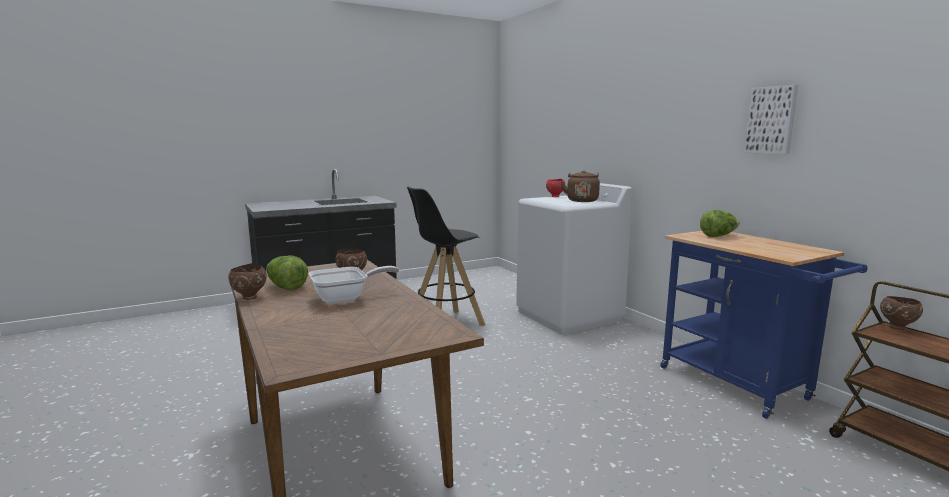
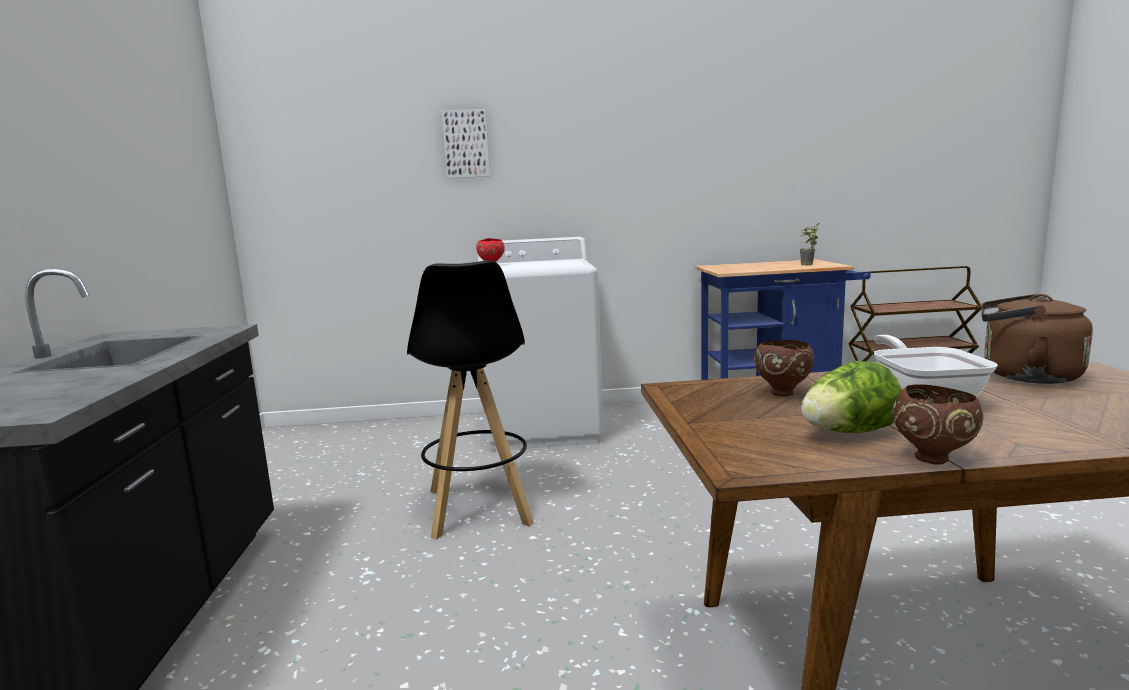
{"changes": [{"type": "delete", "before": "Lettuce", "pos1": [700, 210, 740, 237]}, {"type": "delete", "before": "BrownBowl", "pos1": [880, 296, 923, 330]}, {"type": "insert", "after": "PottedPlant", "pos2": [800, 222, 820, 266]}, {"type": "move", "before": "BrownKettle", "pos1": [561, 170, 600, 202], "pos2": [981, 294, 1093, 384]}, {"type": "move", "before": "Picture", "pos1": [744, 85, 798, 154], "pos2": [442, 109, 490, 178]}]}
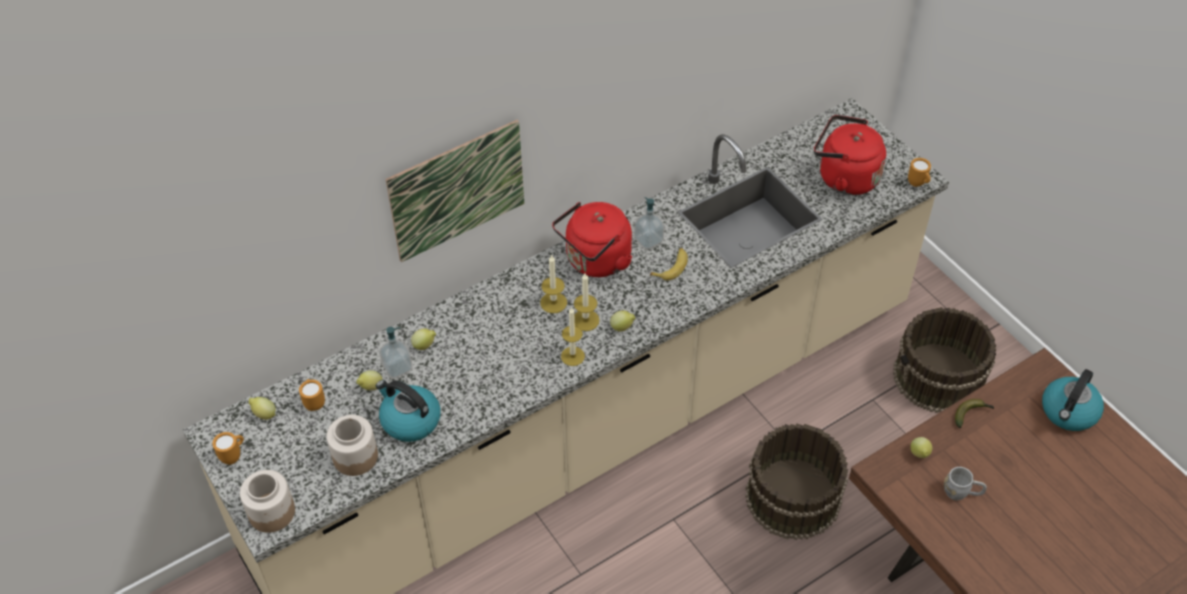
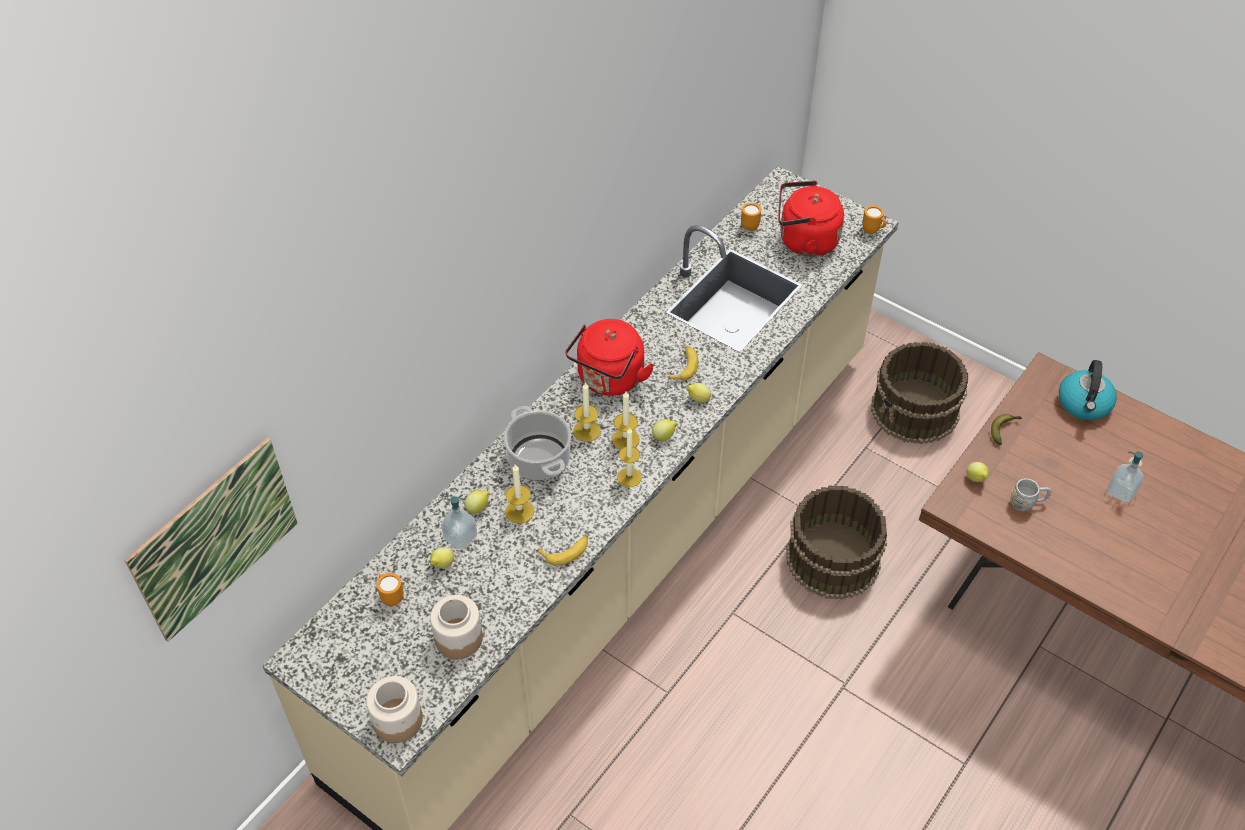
{"changes": [{"type": "delete", "before": "Kettle", "pos1": [376, 380, 441, 442]}, {"type": "insert", "after": "CookingPot", "pos2": [504, 406, 571, 481]}, {"type": "insert", "after": "Candle", "pos2": [505, 464, 534, 524]}, {"type": "insert", "after": "Banana", "pos2": [536, 535, 588, 566]}, {"type": "move", "before": "OrangeMug", "pos1": [212, 432, 244, 465], "pos2": [741, 203, 761, 231]}, {"type": "move", "before": "Lemon", "pos1": [249, 397, 276, 420], "pos2": [686, 383, 711, 403]}, {"type": "move", "before": "Picture", "pos1": [386, 120, 524, 262], "pos2": [124, 438, 298, 642]}, {"type": "move", "before": "SoapDispenser", "pos1": [634, 197, 665, 249], "pos2": [1107, 451, 1144, 503]}]}
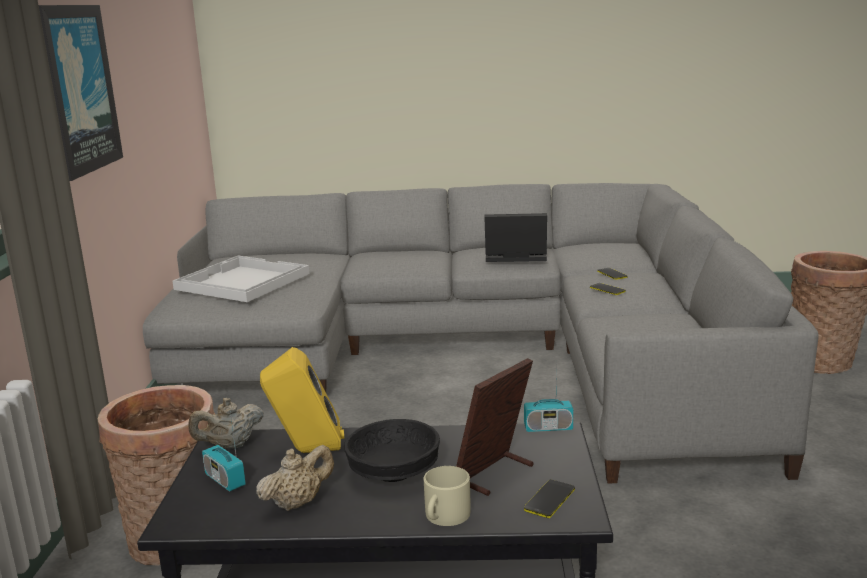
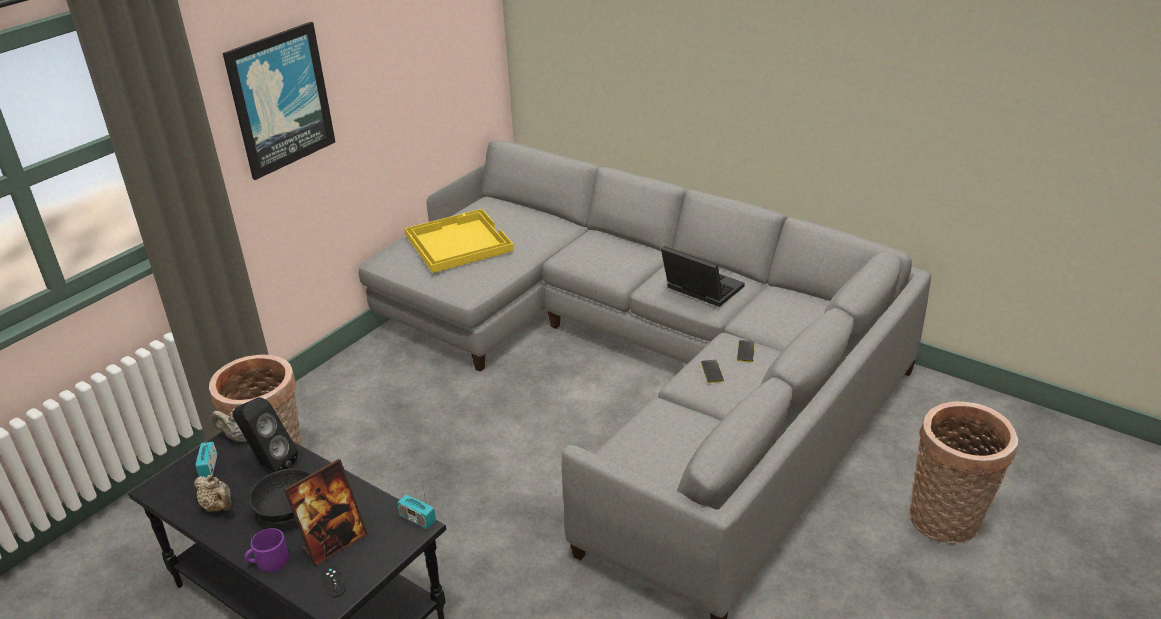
{"changes": [{"type": "replace", "before": "Phone", "after": "BlackGameController", "pos1": [524, 480, 575, 518], "pos2": [322, 566, 345, 598]}, {"type": "recolor", "before": "WhiteTray", "after": "YellowTray", "pos1": [173, 256, 309, 302], "pos2": [404, 209, 514, 273]}, {"type": "recolor", "before": "YellowSpeaker", "after": "BlackSpeaker", "pos1": [260, 347, 344, 453], "pos2": [233, 397, 298, 472]}, {"type": "recolor", "before": "BeigeMug", "after": "PurpleMug", "pos1": [424, 466, 471, 526], "pos2": [245, 528, 289, 572]}, {"type": "rotate", "before": "BeigeTeapot", "pos1": [256, 445, 334, 511], "pos2": [194, 475, 232, 512], "turn": 45}, {"type": "rotate", "before": "PictureFrame", "pos1": [456, 358, 534, 496], "pos2": [284, 459, 368, 567], "turn": 150}]}
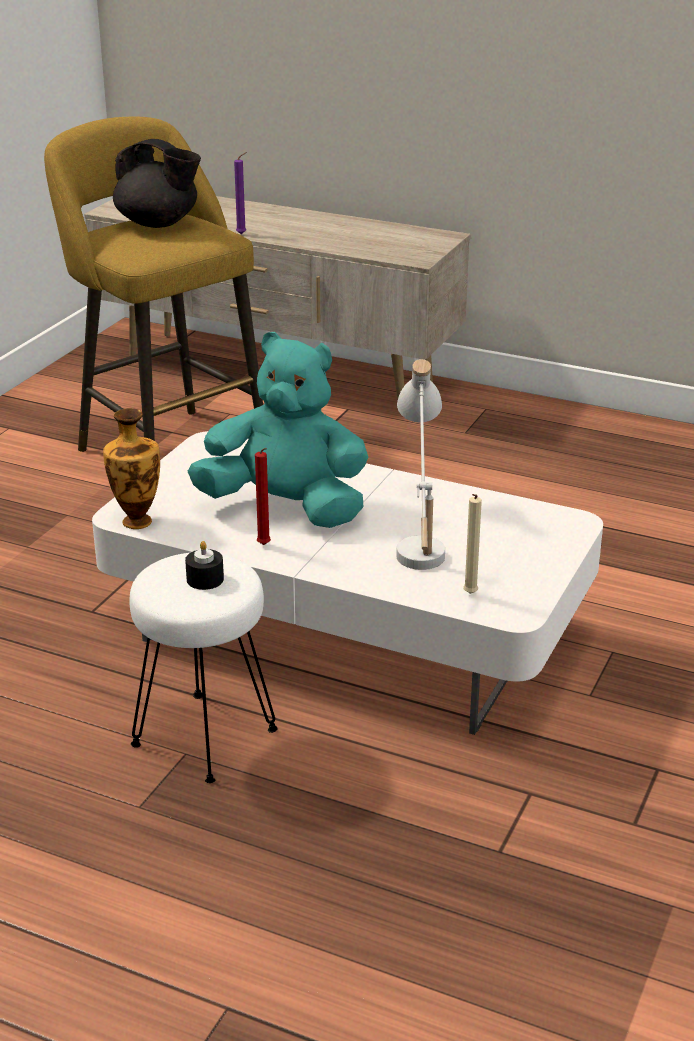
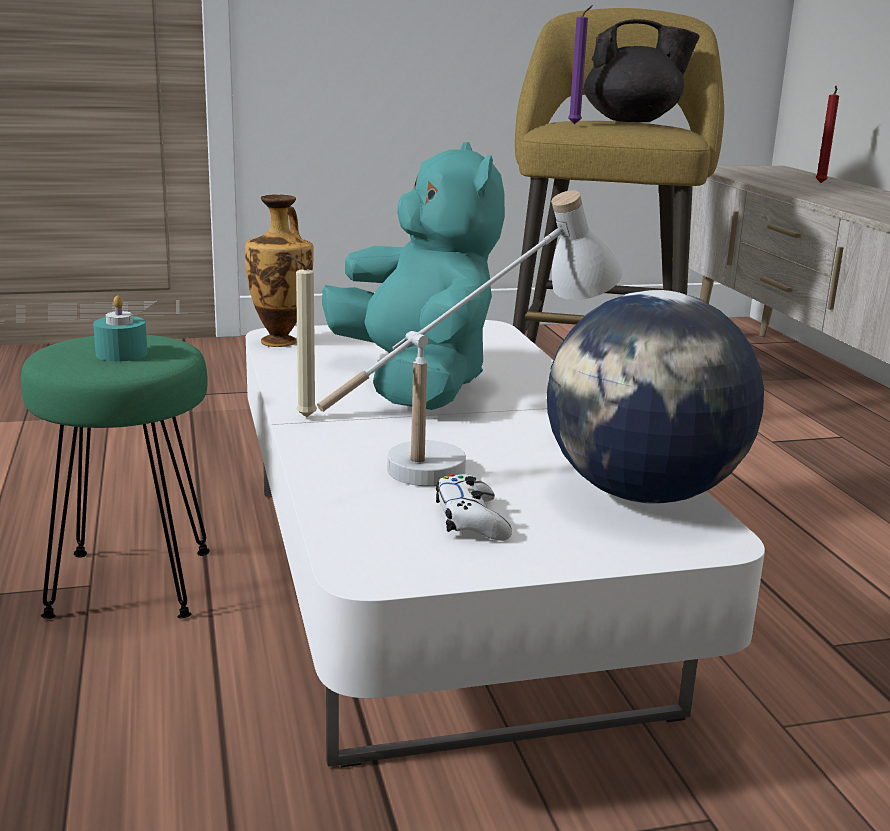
{"changes": [{"type": "insert", "after": "WhiteGameController", "pos2": [436, 474, 512, 541]}, {"type": "insert", "after": "Globe", "pos2": [547, 290, 764, 504]}, {"type": "move", "before": "PurpleCandle", "pos1": [234, 152, 247, 234], "pos2": [568, 5, 593, 124]}, {"type": "move", "before": "RedCandle", "pos1": [255, 448, 271, 545], "pos2": [815, 86, 839, 183]}, {"type": "move", "before": "BeigeCandle", "pos1": [463, 494, 482, 594], "pos2": [287, 255, 317, 417]}, {"type": "recolor", "before": "WhiteStool", "after": "GreenStool", "pos1": [130, 553, 278, 783], "pos2": [21, 335, 210, 619]}, {"type": "recolor", "before": "BlackCandle", "after": "TurquoiseCandle", "pos1": [185, 541, 224, 590], "pos2": [93, 295, 148, 361]}, {"type": "rotate", "before": "BlackTeapot", "pos1": [113, 139, 201, 228], "pos2": [584, 19, 700, 122], "turn": -75}]}
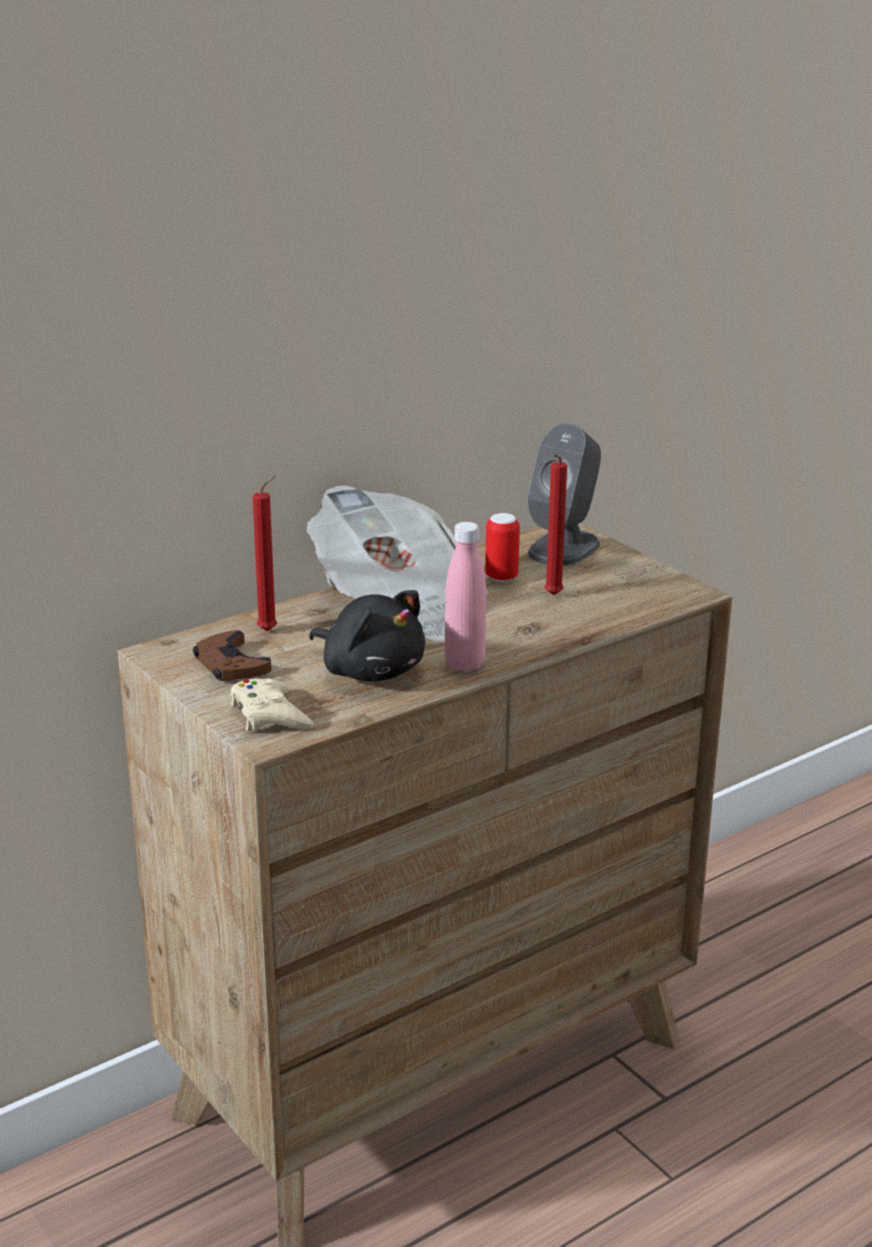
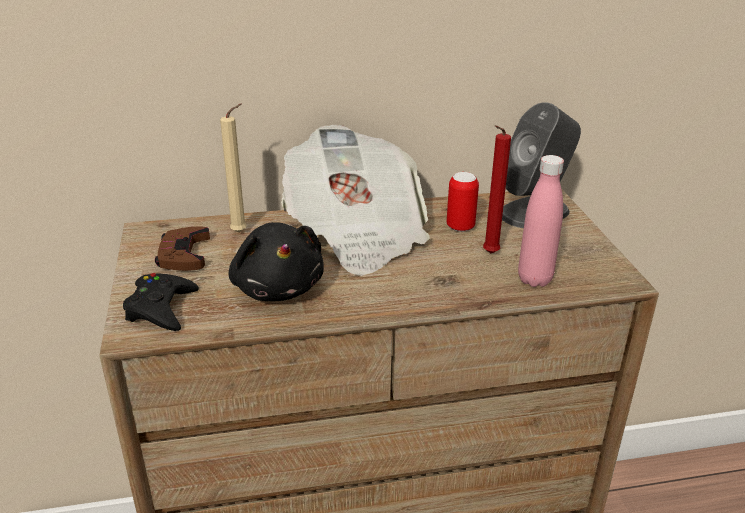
{"changes": [{"type": "move", "before": "PinkBottle", "pos1": [445, 522, 486, 672], "pos2": [518, 155, 564, 287]}, {"type": "recolor", "before": "BeigeGameController", "after": "BlackGameController", "pos1": [231, 678, 314, 732], "pos2": [123, 273, 199, 331]}, {"type": "recolor", "before": "RedCandle", "after": "BeigeCandle", "pos1": [253, 475, 277, 631], "pos2": [220, 103, 247, 233]}]}
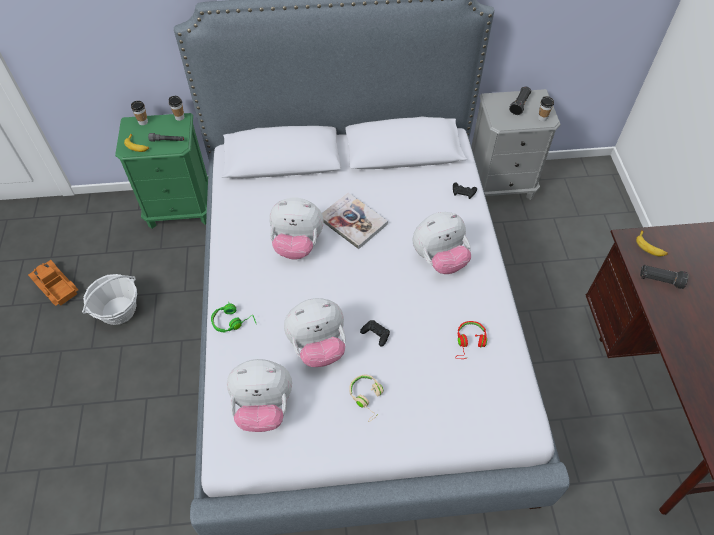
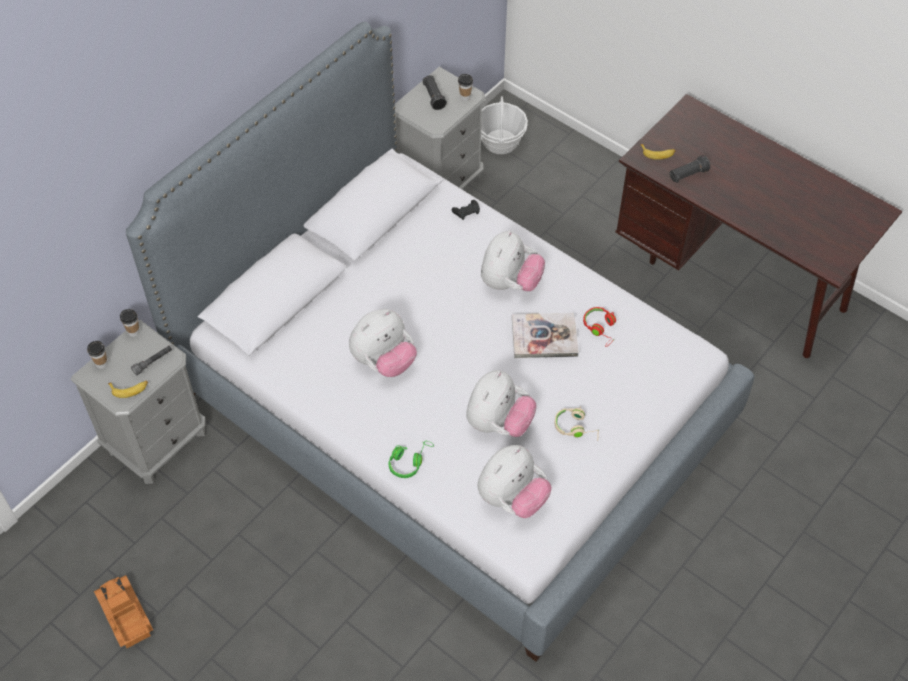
{"changes": [{"type": "delete", "before": "BlackGameController", "pos1": [360, 320, 390, 347]}, {"type": "move", "before": "Basket", "pos1": [82, 274, 137, 325], "pos2": [481, 96, 528, 154]}, {"type": "move", "before": "Book", "pos1": [322, 193, 388, 249], "pos2": [512, 313, 579, 358]}, {"type": "recolor", "before": "GreenNightstand", "after": "GreyNightstand", "pos1": [115, 113, 208, 229], "pos2": [71, 320, 206, 484]}, {"type": "rotate", "before": "ToyTruck", "pos1": [28, 260, 78, 306], "pos2": [94, 575, 153, 648], "turn": 60}]}
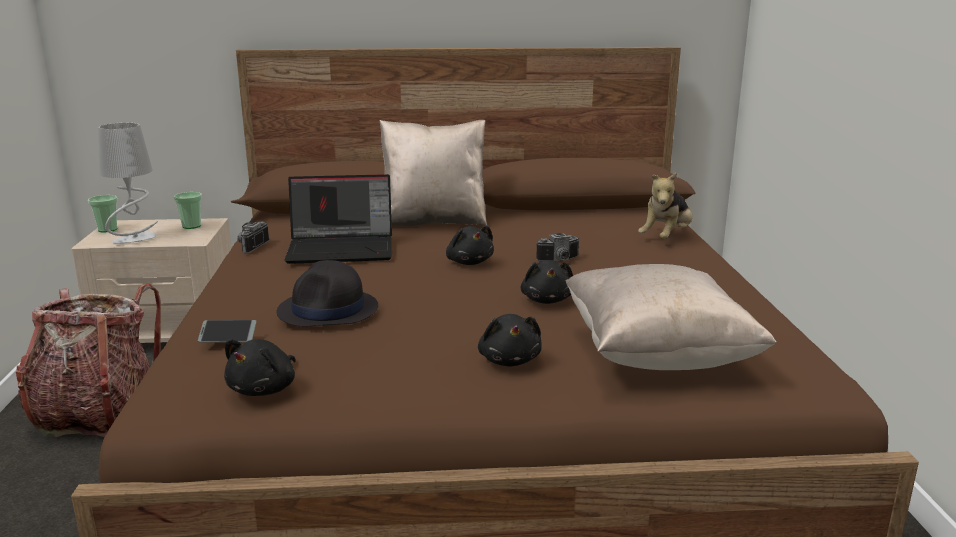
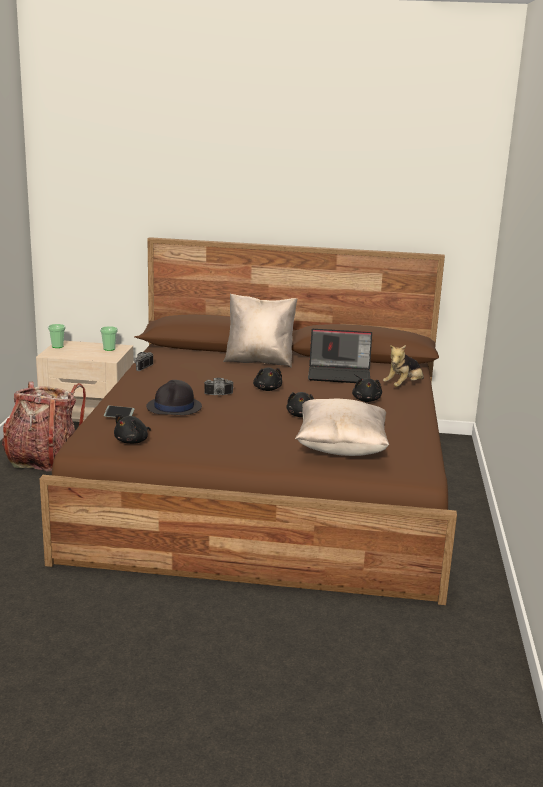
{"changes": [{"type": "delete", "before": "GreyTableLamp", "pos1": [98, 122, 158, 244]}, {"type": "move", "before": "Laptop", "pos1": [284, 174, 392, 264], "pos2": [308, 329, 372, 383]}, {"type": "move", "before": "BlackPlushToy", "pos1": [478, 314, 542, 366], "pos2": [352, 378, 382, 402]}, {"type": "move", "before": "PhotoCamera", "pos1": [536, 233, 579, 261], "pos2": [204, 378, 233, 396]}]}
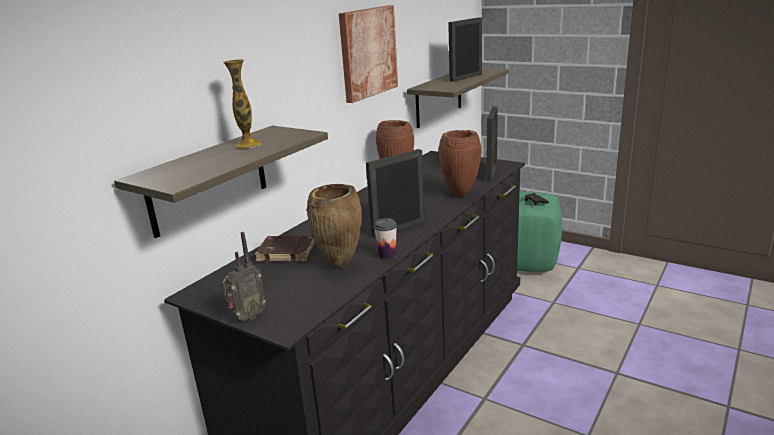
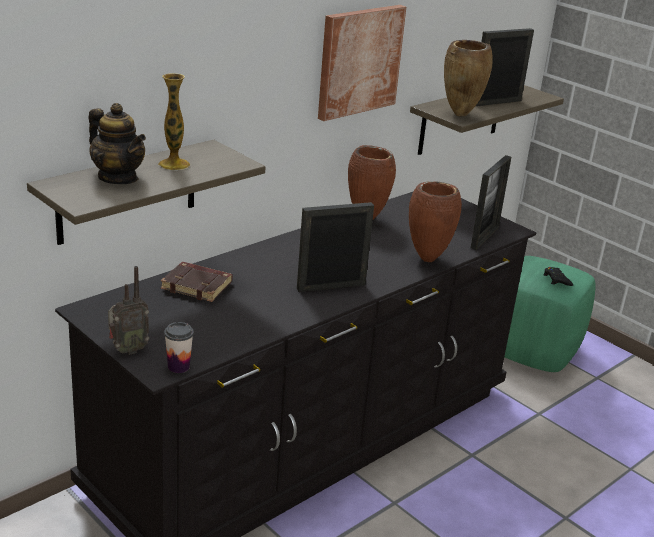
{"changes": [{"type": "insert", "after": "Teapot", "pos2": [88, 103, 146, 184]}, {"type": "move", "before": "BrownVase", "pos1": [307, 184, 362, 268], "pos2": [444, 40, 493, 117]}, {"type": "move", "before": "Cup", "pos1": [374, 218, 397, 259], "pos2": [164, 322, 194, 373]}]}
